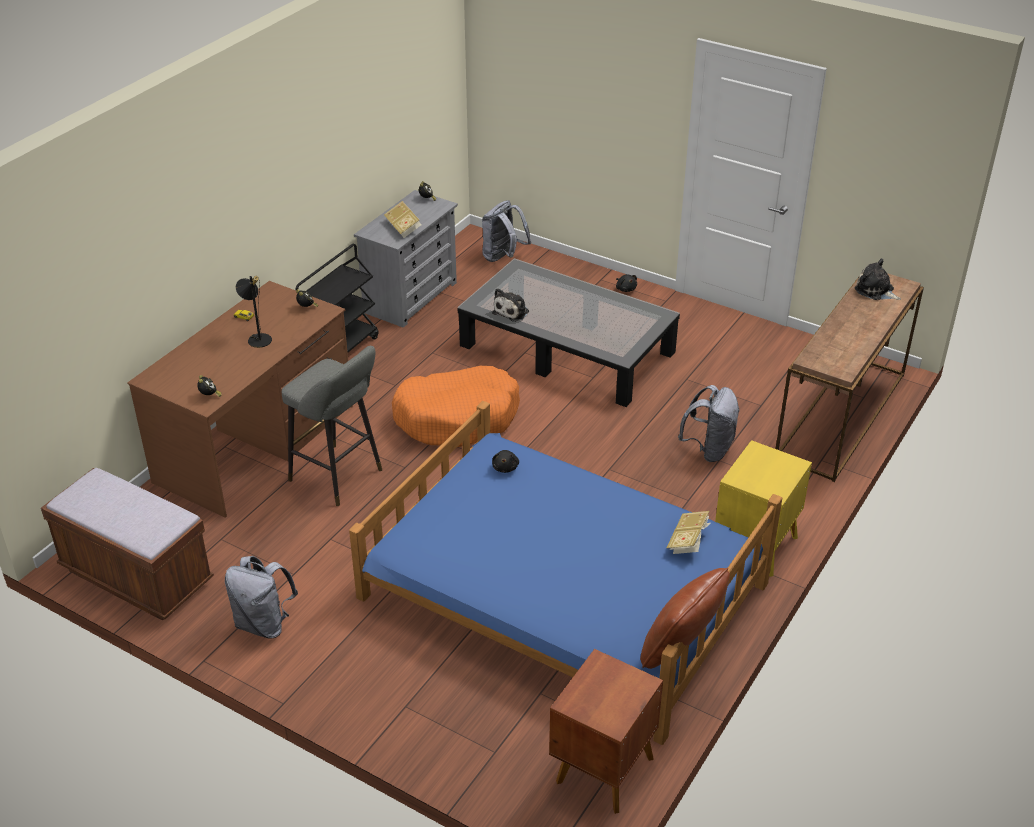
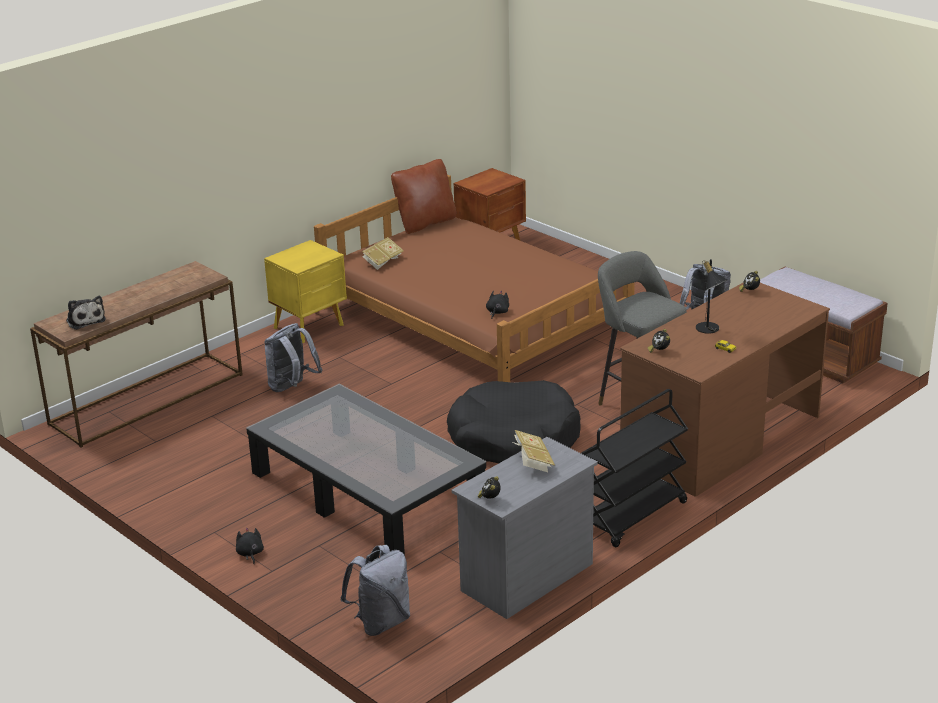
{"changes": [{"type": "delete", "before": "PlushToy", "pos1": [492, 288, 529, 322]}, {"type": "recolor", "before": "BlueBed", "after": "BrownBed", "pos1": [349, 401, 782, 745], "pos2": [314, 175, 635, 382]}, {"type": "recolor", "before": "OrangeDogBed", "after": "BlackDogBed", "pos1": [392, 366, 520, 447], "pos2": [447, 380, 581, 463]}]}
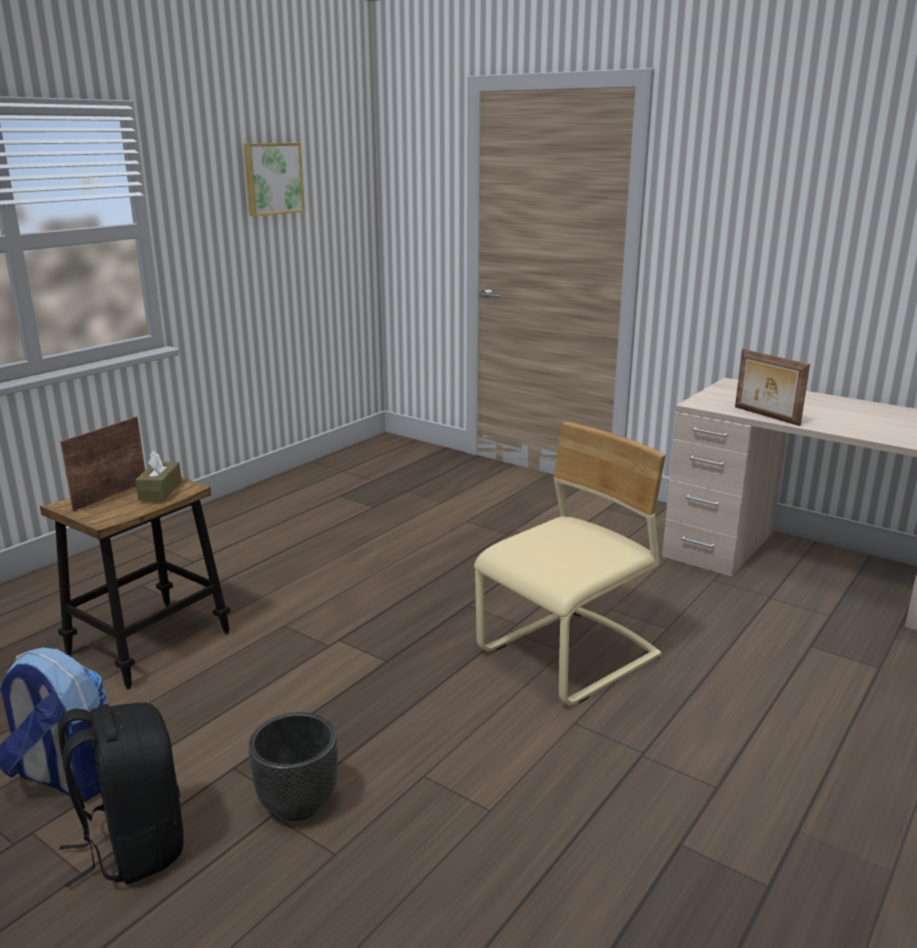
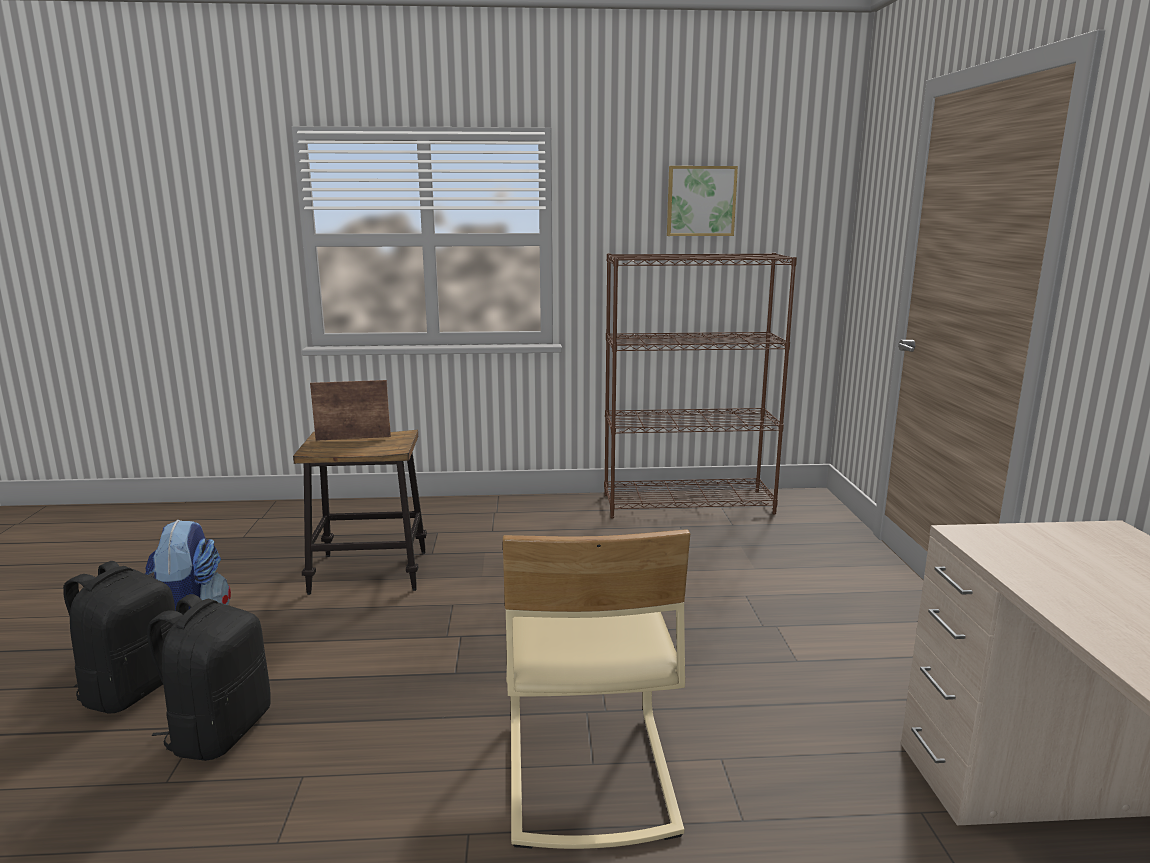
{"changes": [{"type": "delete", "before": "BrownTissueBox", "pos1": [135, 450, 182, 501]}, {"type": "delete", "before": "PictureFrame", "pos1": [735, 349, 810, 426]}, {"type": "insert", "after": "BrownBookcase", "pos2": [604, 253, 797, 518]}, {"type": "replace", "before": "BlackPlanter", "after": "BlackBackpack", "pos1": [248, 712, 338, 821], "pos2": [147, 594, 271, 761]}, {"type": "rotate", "before": "BeigeChair", "pos1": [474, 422, 666, 705], "pos2": [503, 529, 690, 849], "turn": 75}]}
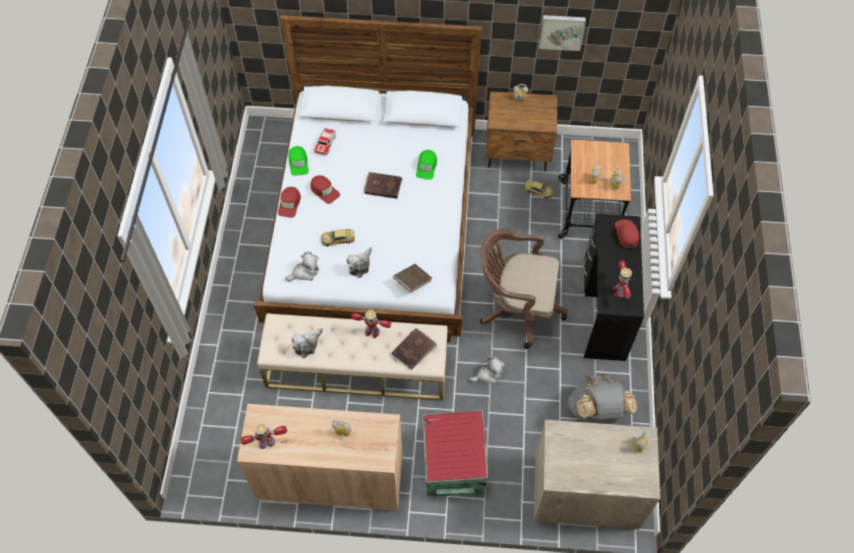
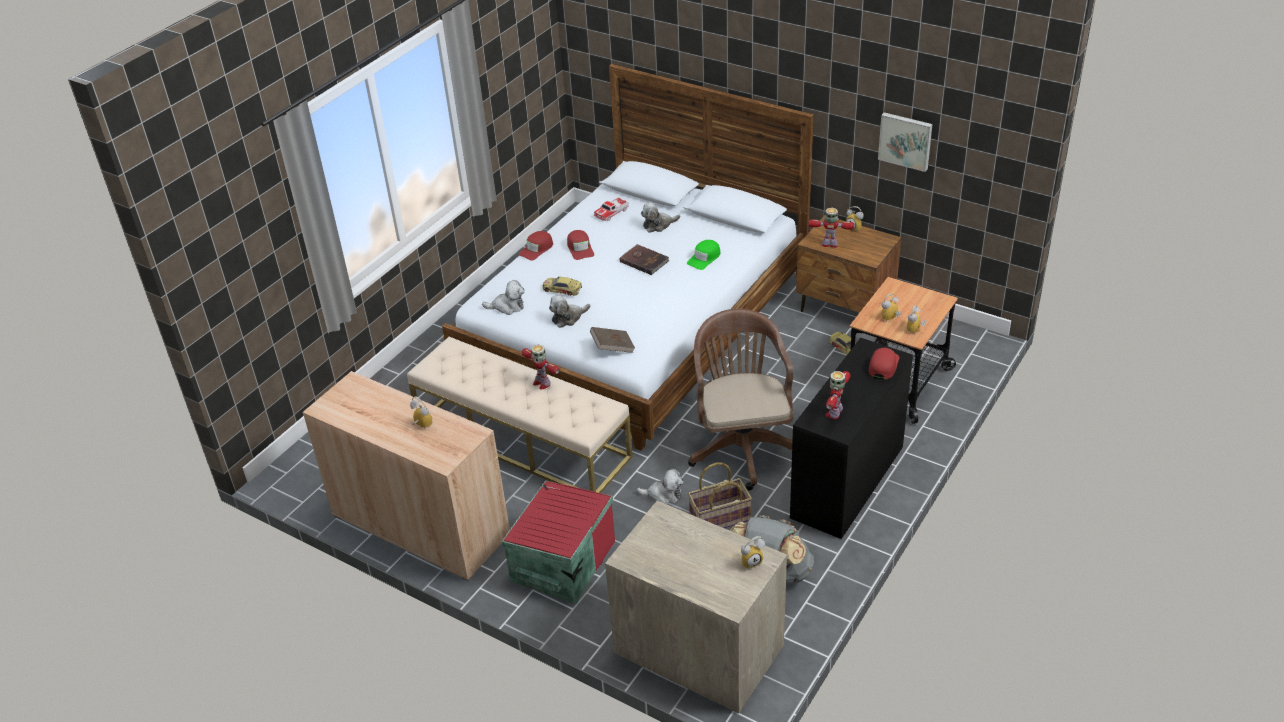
{"changes": [{"type": "delete", "before": "GreenCap", "pos1": [288, 146, 309, 176]}, {"type": "delete", "before": "BrownBook", "pos1": [392, 328, 437, 370]}, {"type": "insert", "after": "Basket", "pos2": [688, 462, 752, 528]}, {"type": "move", "before": "ToyRobot", "pos1": [240, 423, 287, 449], "pos2": [808, 208, 854, 248]}, {"type": "move", "before": "PlushToy", "pos1": [292, 328, 323, 358], "pos2": [641, 202, 680, 233]}, {"type": "rotate", "before": "BrownOfficeChair", "pos1": [480, 229, 568, 349], "pos2": [688, 309, 793, 491], "turn": 45}]}
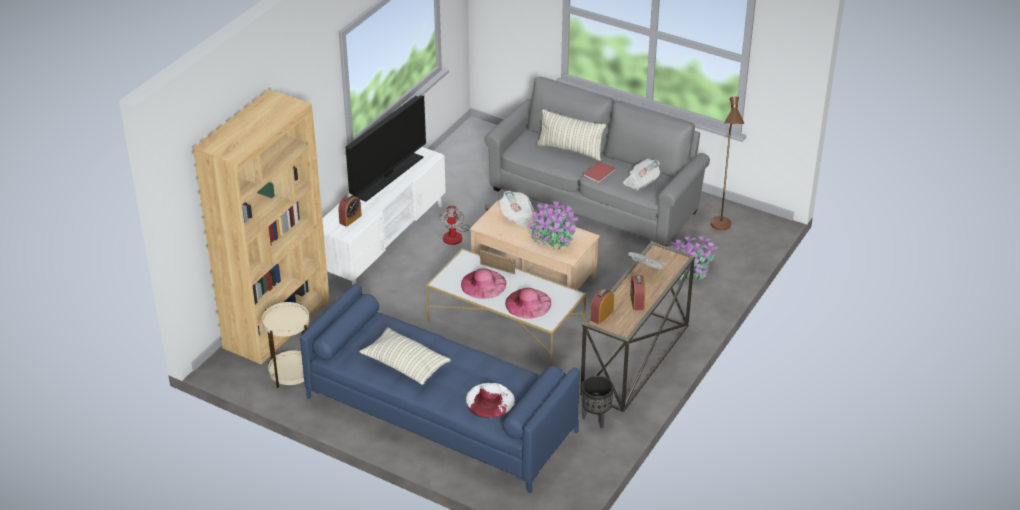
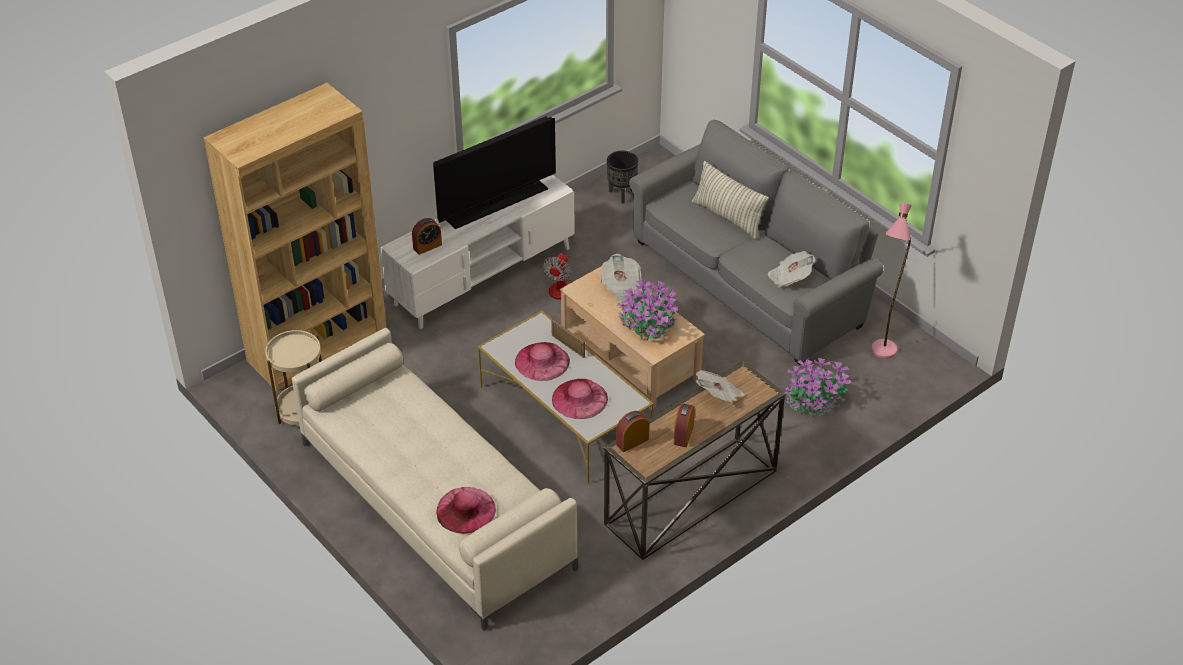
{"changes": [{"type": "delete", "before": "Pillow", "pos1": [359, 328, 451, 385]}, {"type": "delete", "before": "RedBook", "pos1": [583, 161, 616, 183]}, {"type": "move", "before": "BlackPlanter", "pos1": [582, 376, 614, 428], "pos2": [607, 151, 638, 203]}, {"type": "recolor", "before": "BlueSofa", "after": "BeigeSofa", "pos1": [300, 283, 580, 493], "pos2": [292, 328, 578, 631]}, {"type": "recolor", "before": "WhiteHat", "after": "PinkHat", "pos1": [465, 383, 515, 418], "pos2": [436, 487, 496, 534]}, {"type": "recolor", "before": "BrownFloorLamp", "after": "PinkFloorLamp", "pos1": [711, 96, 744, 230], "pos2": [871, 203, 912, 359]}]}
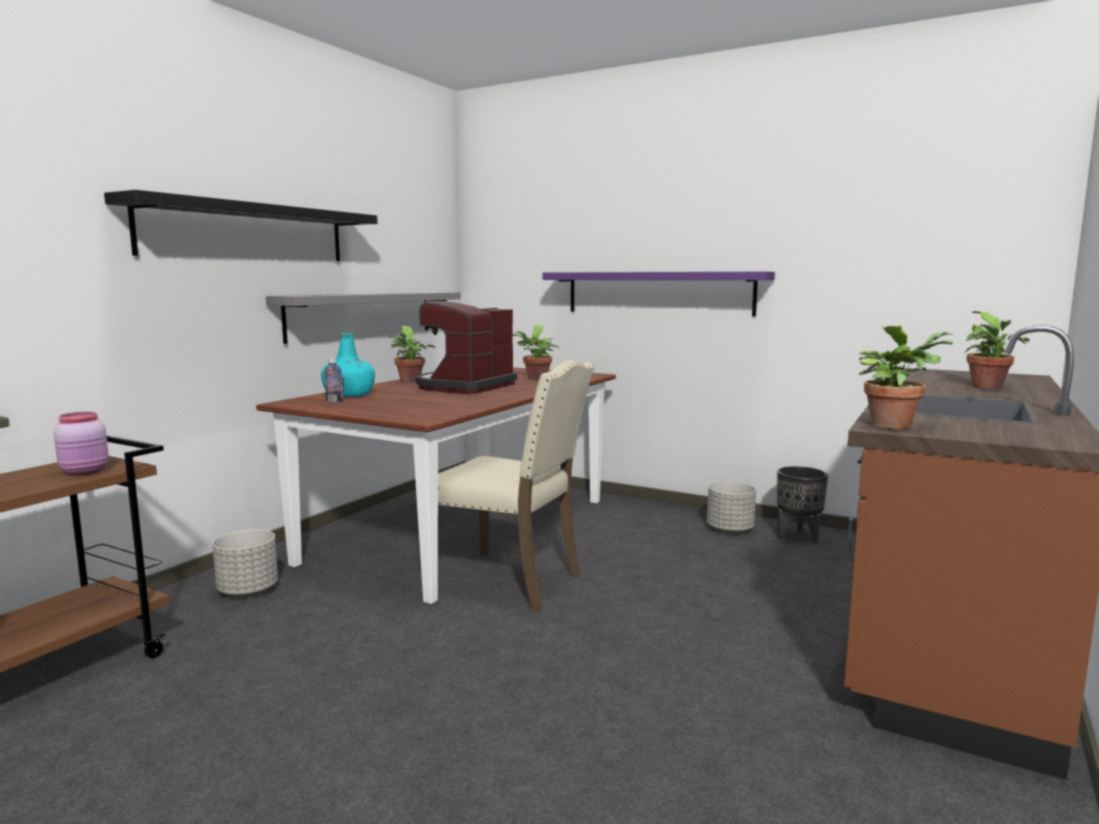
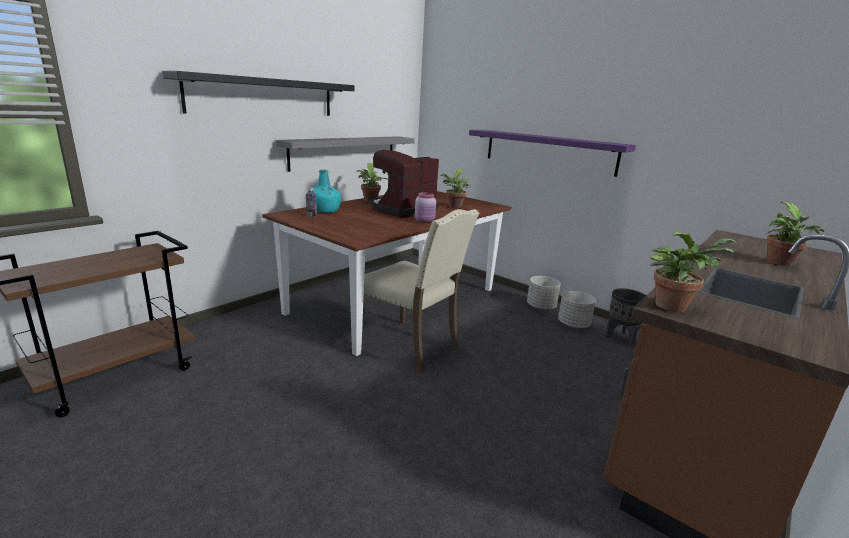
{"changes": [{"type": "move", "before": "PinkJar", "pos1": [54, 412, 109, 475], "pos2": [415, 192, 436, 223]}, {"type": "move", "before": "GreyPlanter", "pos1": [212, 529, 278, 596], "pos2": [527, 276, 561, 310]}]}
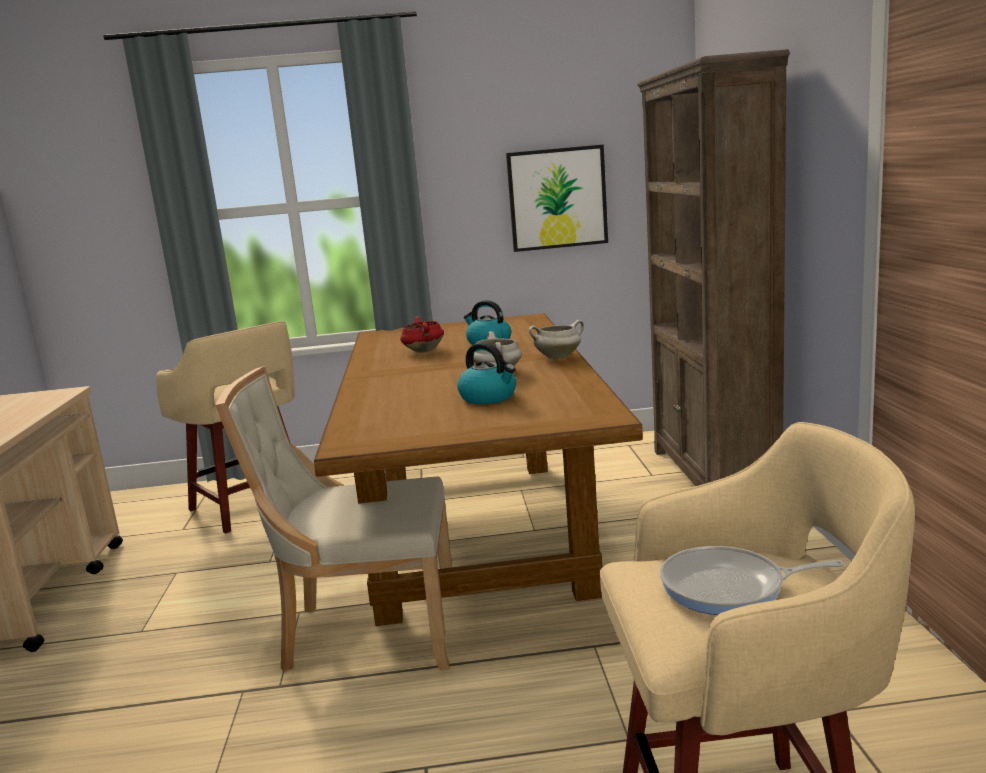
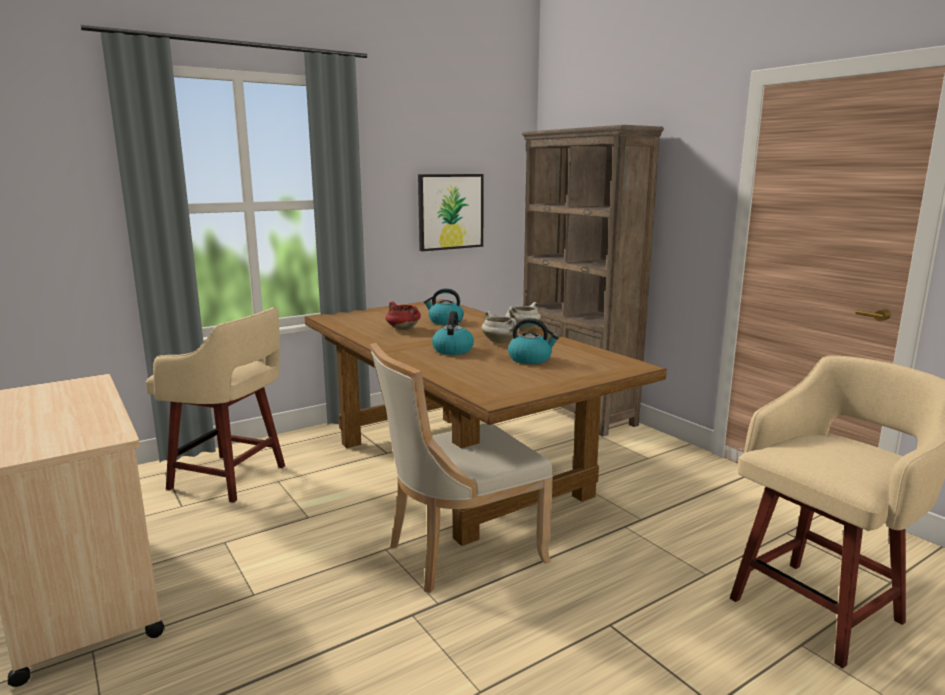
{"changes": [{"type": "delete", "before": "FryingPan", "pos1": [660, 546, 844, 615]}, {"type": "insert", "after": "Kettle", "pos2": [432, 311, 474, 355]}]}
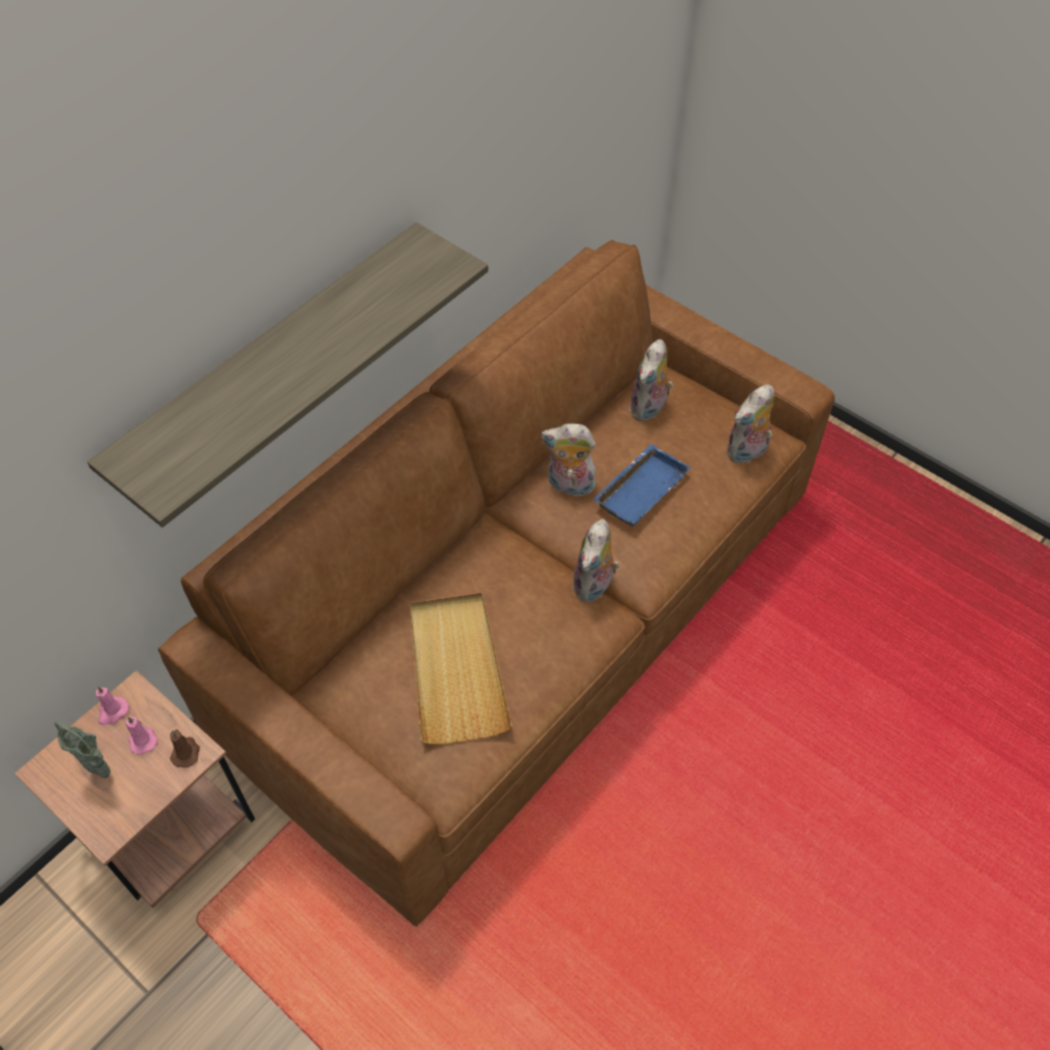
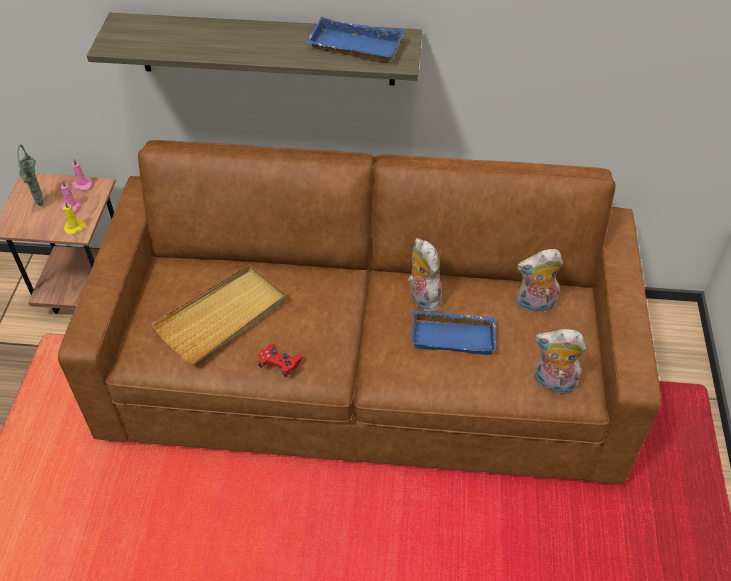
{"changes": [{"type": "delete", "before": "PlushToy", "pos1": [573, 519, 620, 602]}, {"type": "insert", "after": "RedGameController", "pos2": [258, 344, 303, 377]}, {"type": "insert", "after": "BlueTray", "pos2": [305, 17, 405, 63]}, {"type": "recolor", "before": "BrownCandle", "after": "YellowCandle", "pos1": [170, 729, 200, 767], "pos2": [63, 201, 87, 234]}]}
